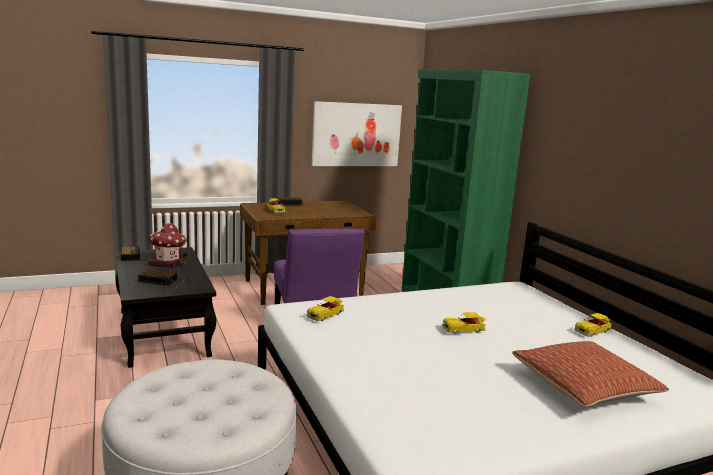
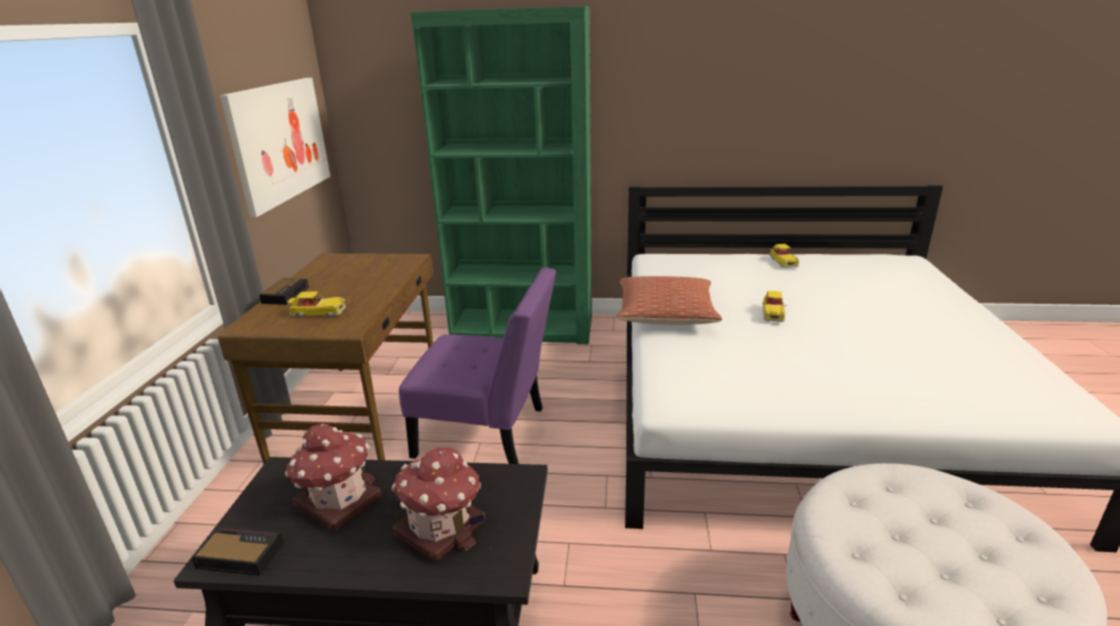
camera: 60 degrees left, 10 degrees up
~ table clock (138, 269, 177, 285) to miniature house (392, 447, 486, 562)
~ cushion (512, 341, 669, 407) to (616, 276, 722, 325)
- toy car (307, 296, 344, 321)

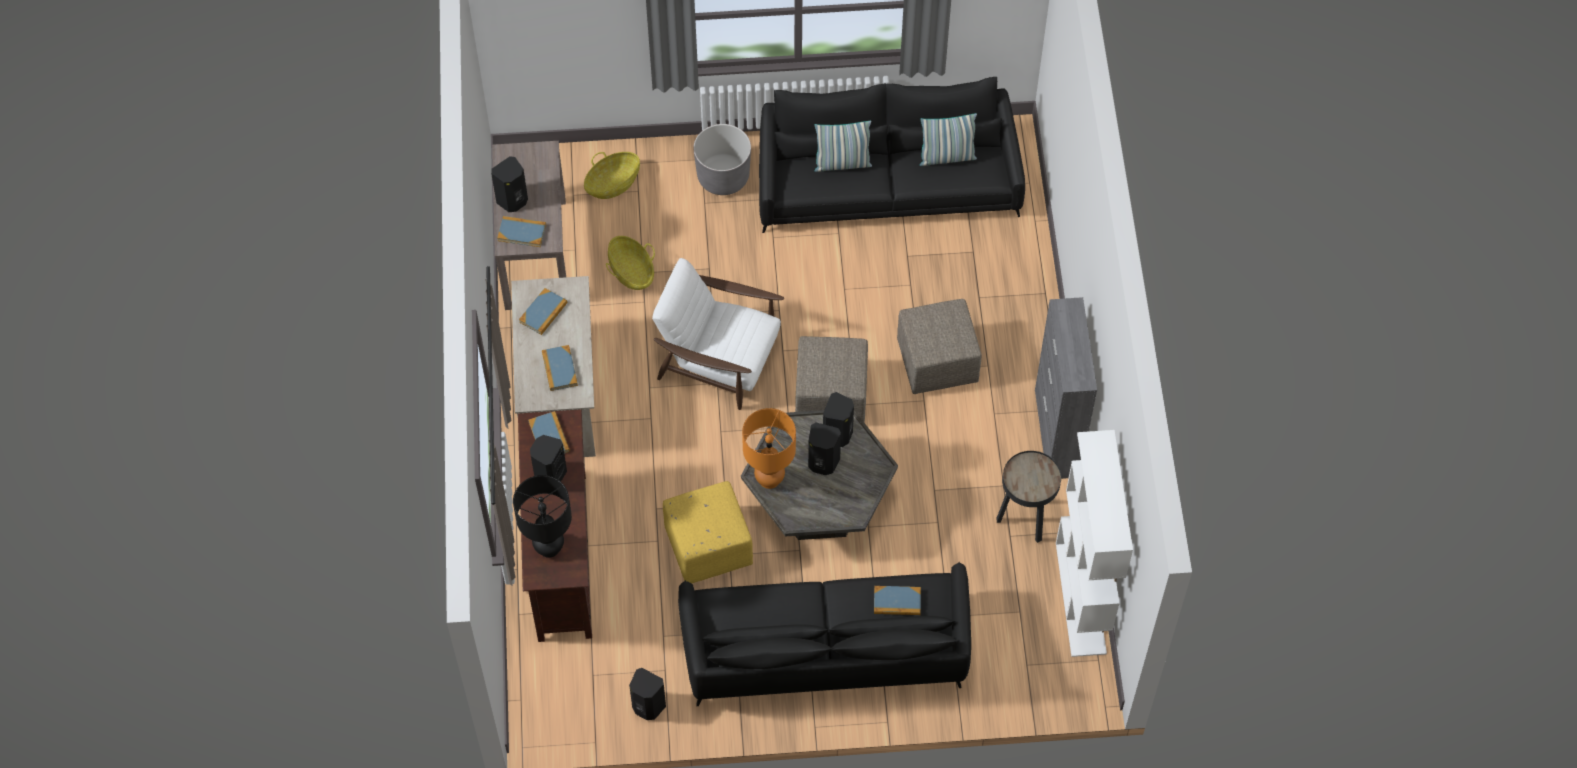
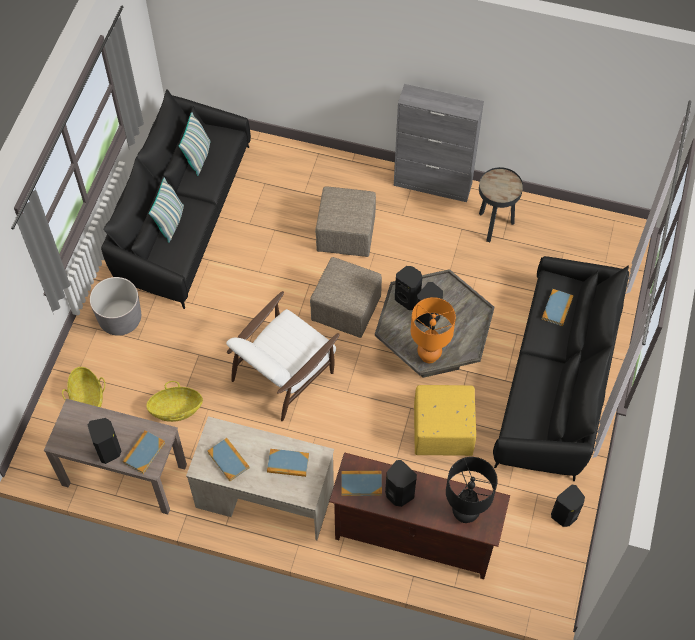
camera: 70 degrees left, 0 degrees up
- white shelving unit (1056, 430, 1133, 657)

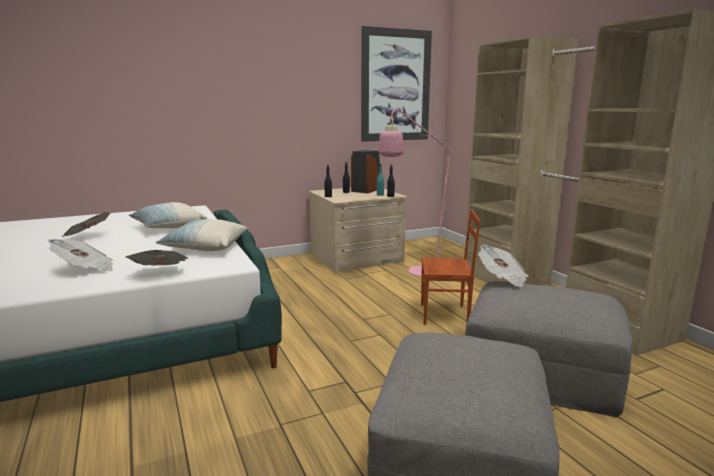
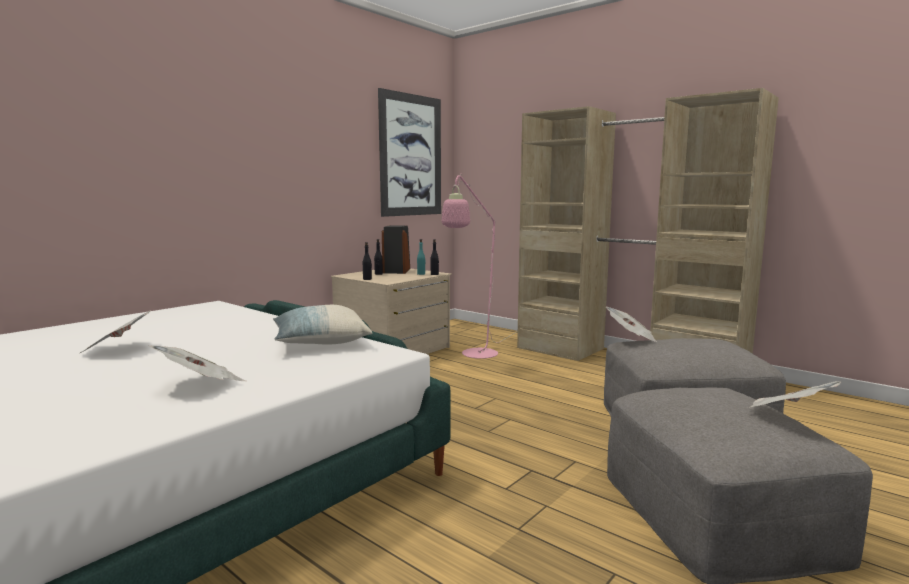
camera: 25 degrees left, 5 degrees down
~ newspaper (126, 250, 188, 266) to (749, 381, 841, 408)
- cushion (129, 202, 207, 228)
- brown upright chair (421, 209, 480, 325)

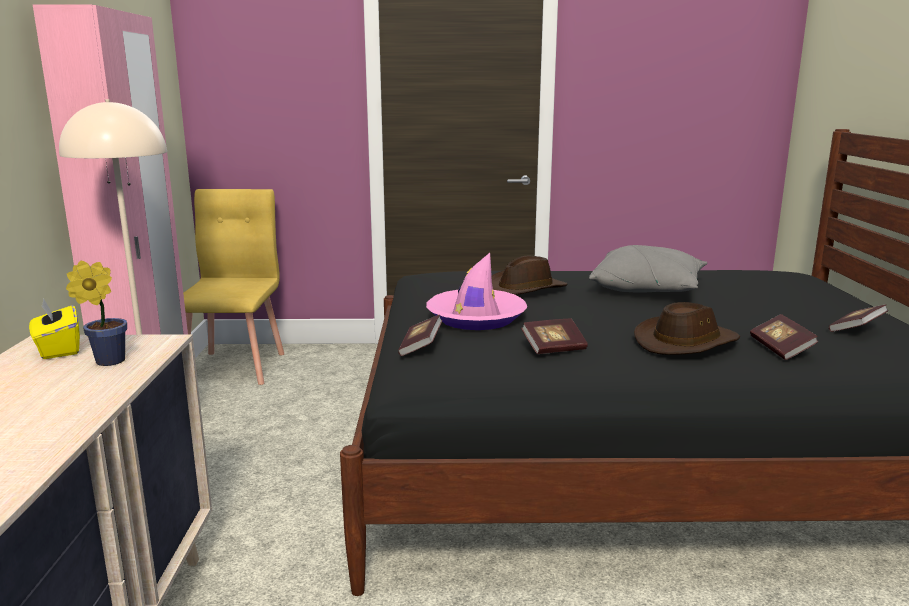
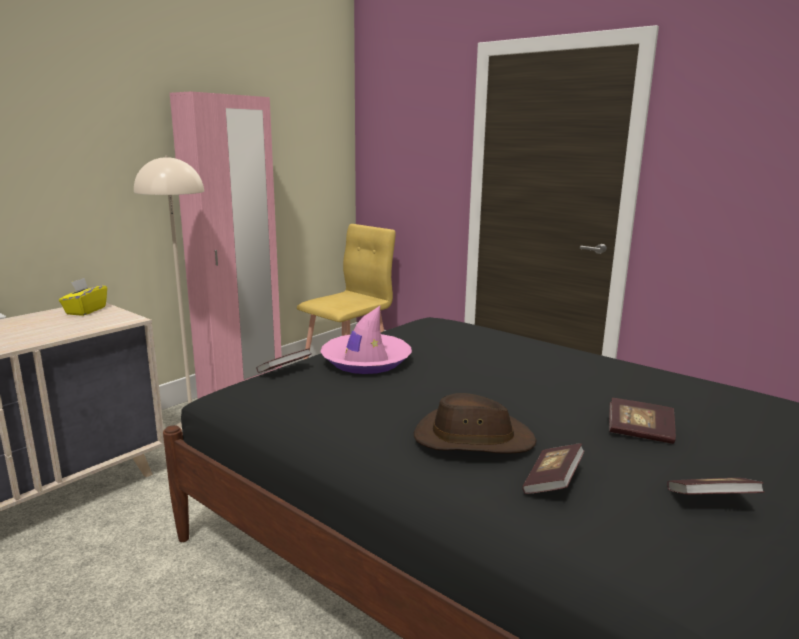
camera: 40 degrees right, 0 degrees up
~ volume (521, 319, 588, 354) to (609, 398, 676, 444)
- houseplant (66, 260, 127, 366)
- brown clothing hat (492, 256, 568, 295)
- grey cushion (589, 245, 707, 293)

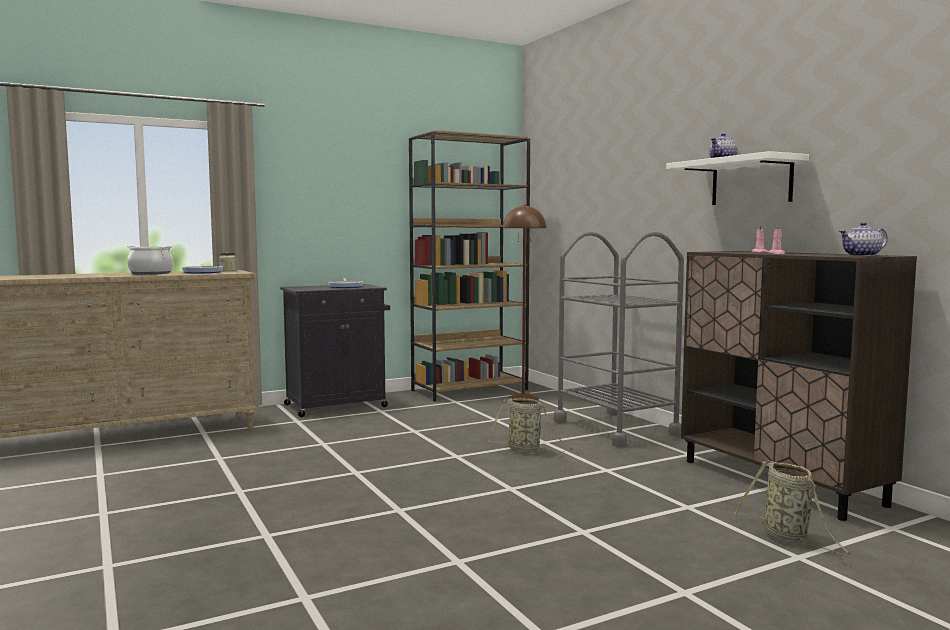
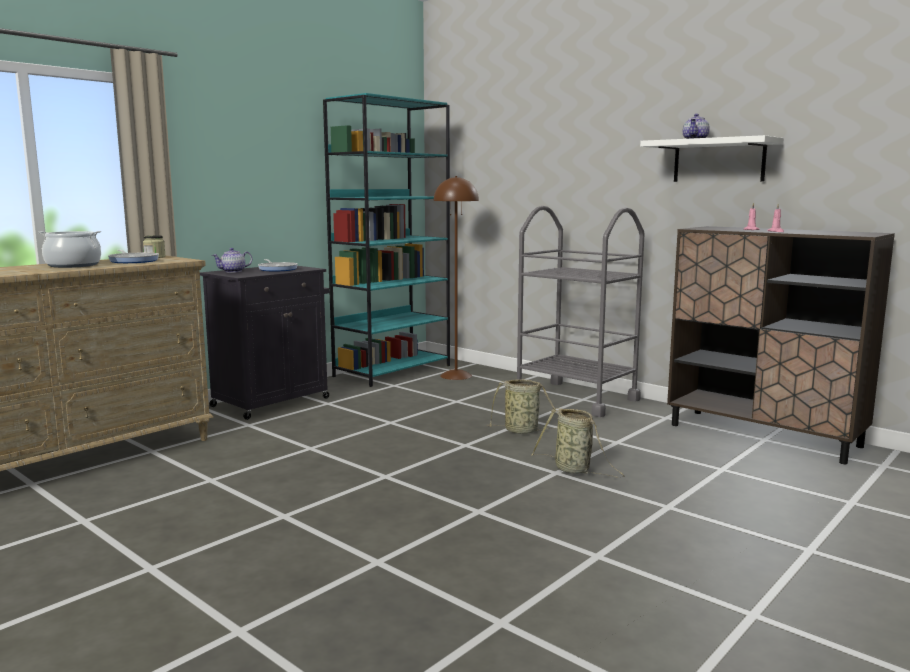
camera: 20 degrees left, 5 degrees up
~ tea pot (839, 222, 888, 256) to (212, 248, 252, 273)
~ brown shelving unit (409, 130, 530, 401) to blue-green shelving unit (323, 93, 450, 387)
~ basket (734, 460, 850, 555) to (531, 408, 625, 477)

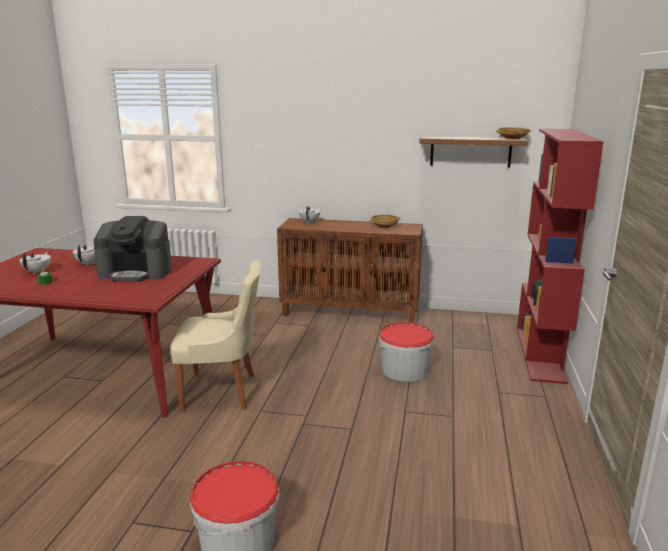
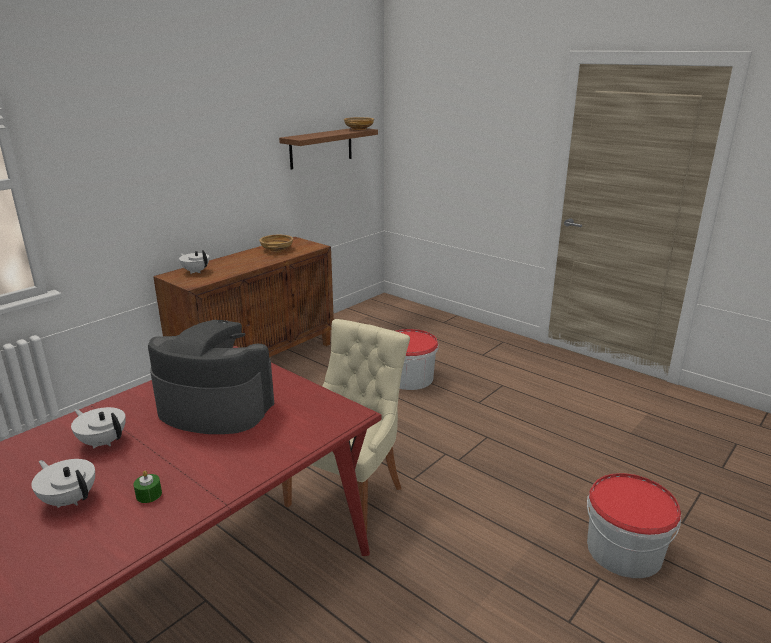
camera: 60 degrees left, 5 degrees up
~ coffee machine (94, 216, 172, 281) = (148, 320, 274, 434) 105 degrees counterclockwise
- red-coloured shelving unit (517, 129, 604, 384)

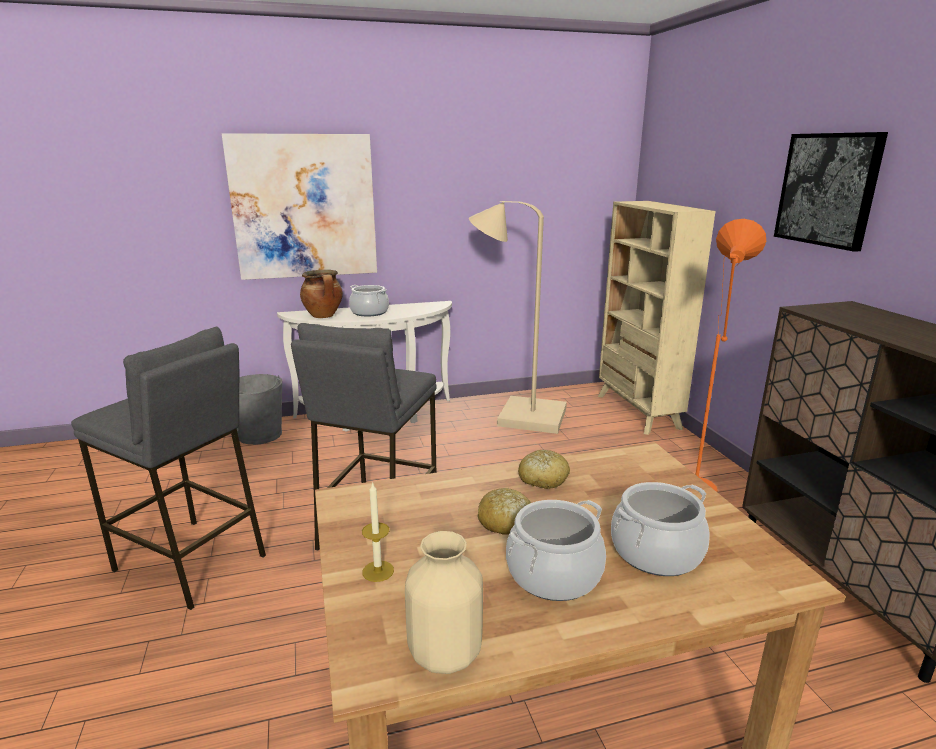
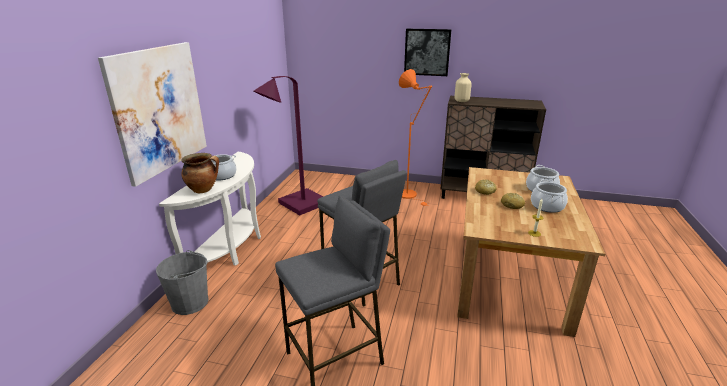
camera: 60 degrees left, 5 degrees up
~ beige-coloured floor lamp (469, 201, 567, 434) to purple floor lamp (253, 76, 324, 216)
~ beige-coloured flower vase (405, 531, 483, 674) to (454, 73, 472, 102)
- beige-coloured shelving unit (598, 201, 715, 435)

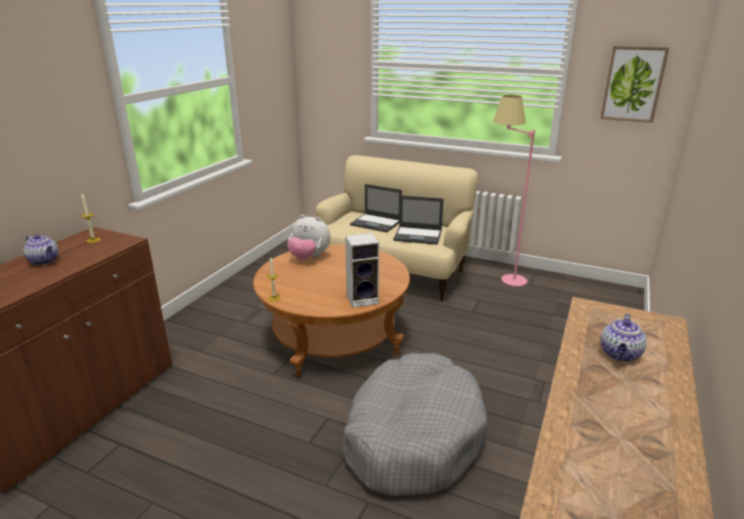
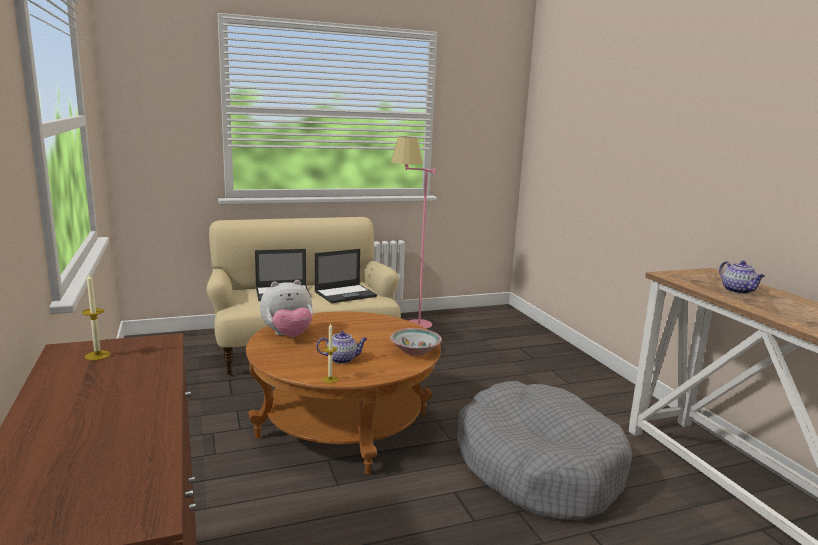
camera: 45 degrees left, 10 degrees down
~ tea pot (23, 234, 58, 265) to (316, 331, 367, 364)
~ speaker (345, 233, 379, 308) to serving bowl (390, 328, 442, 356)
- picture (600, 46, 669, 123)

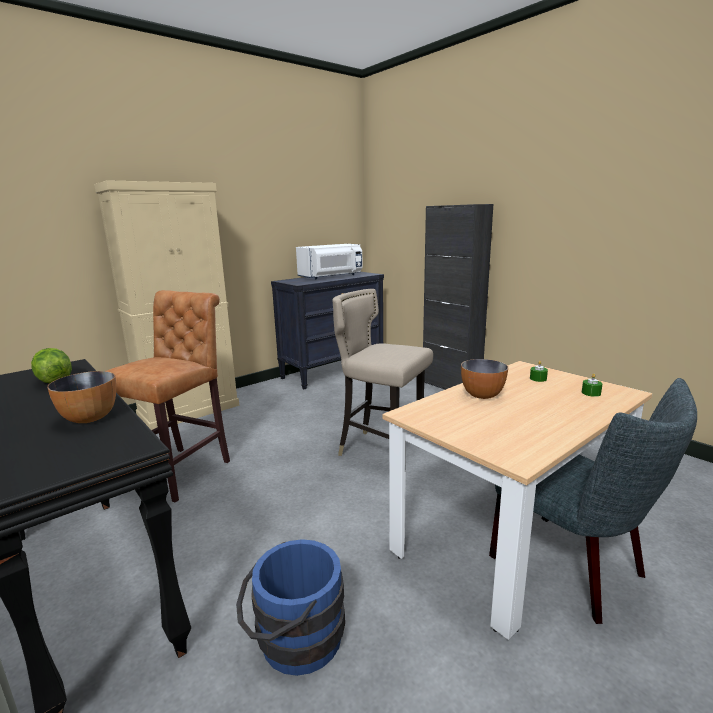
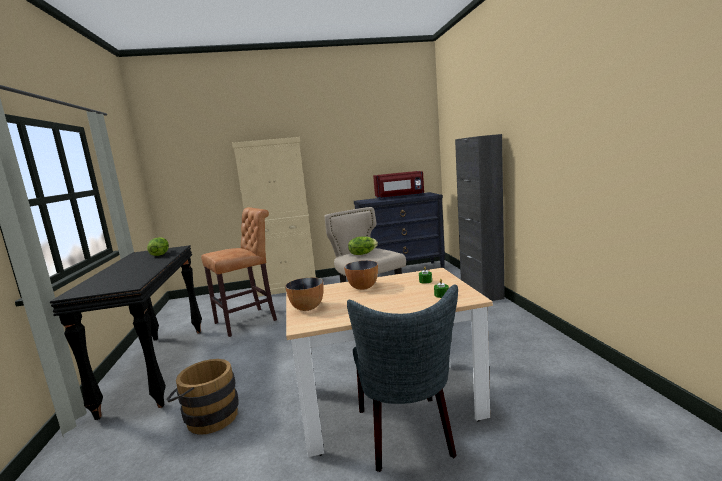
camera: 30 degrees right, 5 degrees down
~ bluish pail (236, 539, 345, 676) to brown pail (166, 359, 239, 435)
~ serving bowl (47, 371, 116, 423) to (285, 277, 324, 311)
+ lettuce head (348, 236, 378, 255)
~ white microwave (296, 244, 363, 279) to red-coloured microwave (373, 171, 424, 199)

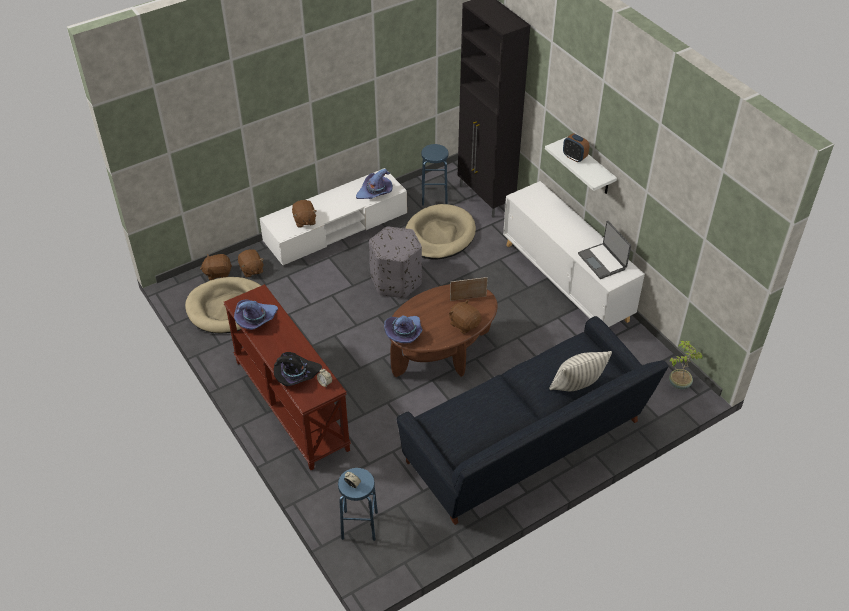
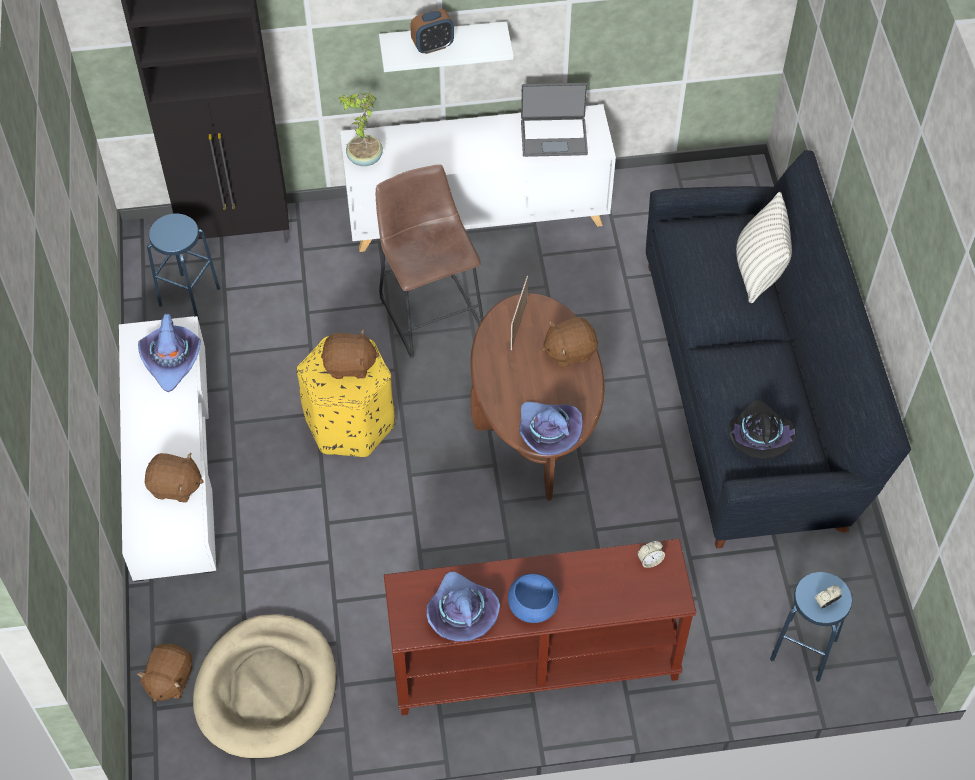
camera: 65 degrees left, 10 degrees up
~ grey footrest (369, 226, 422, 298) to yellow footrest (297, 336, 395, 457)
~ brown cuddly toy (238, 249, 264, 278) to (321, 329, 379, 379)
~ houseplant (669, 341, 703, 389) to (339, 93, 383, 166)
+ brown stool seat (376, 165, 483, 358)
+ bluish serving bowl (508, 574, 559, 623)
~ black-coloured clothing hat (274, 352, 322, 386) to (729, 400, 797, 459)
- beige-coloured dog bed (405, 204, 476, 259)

